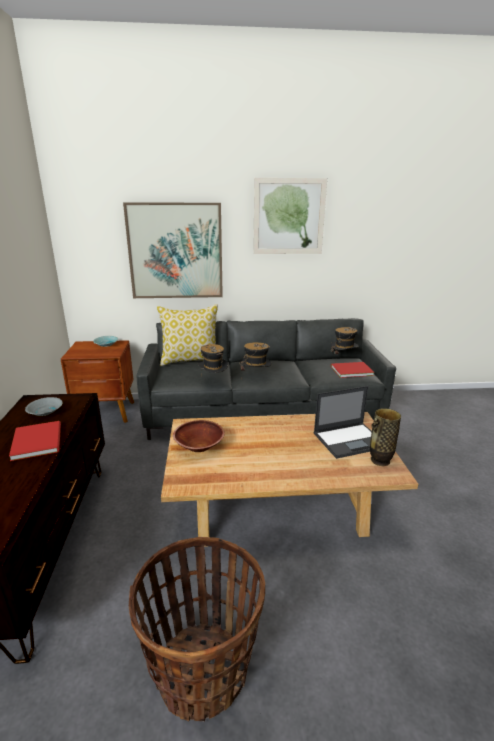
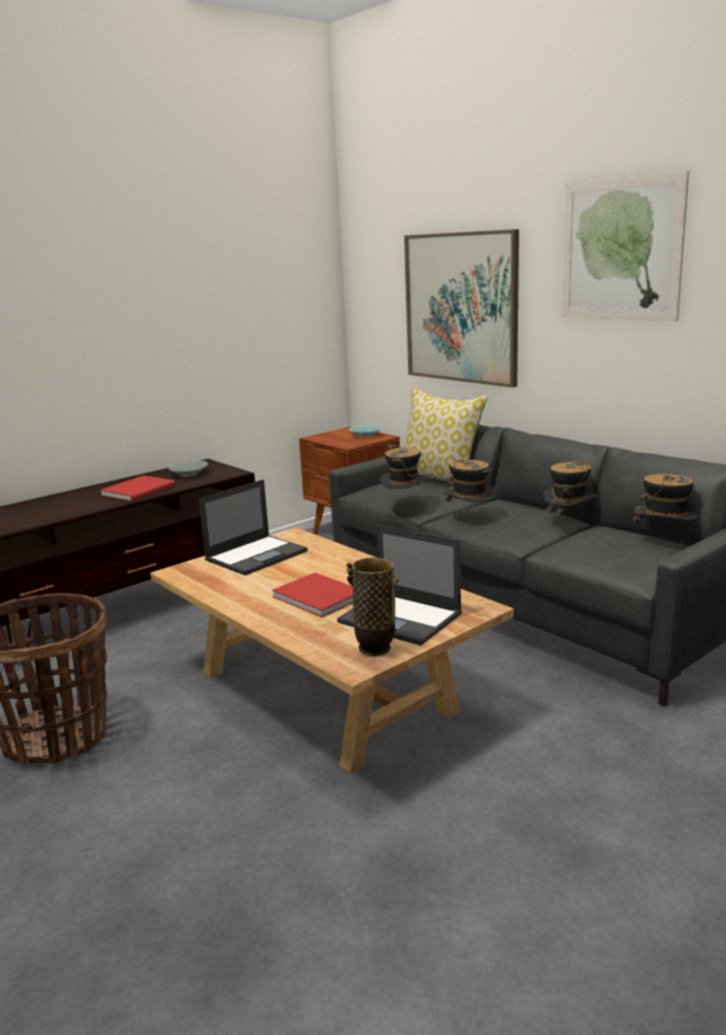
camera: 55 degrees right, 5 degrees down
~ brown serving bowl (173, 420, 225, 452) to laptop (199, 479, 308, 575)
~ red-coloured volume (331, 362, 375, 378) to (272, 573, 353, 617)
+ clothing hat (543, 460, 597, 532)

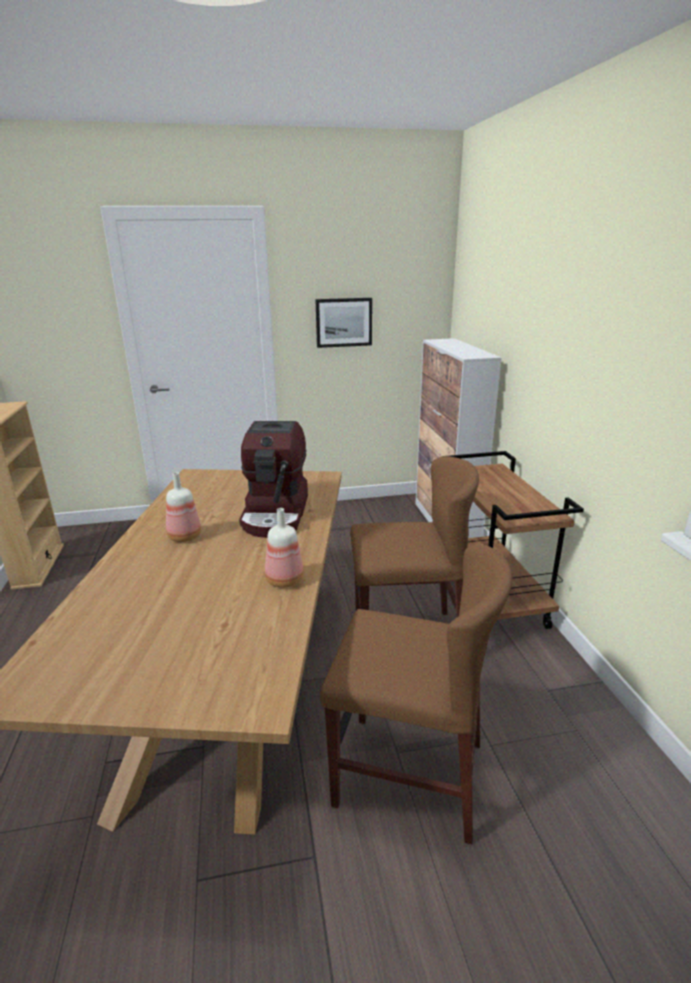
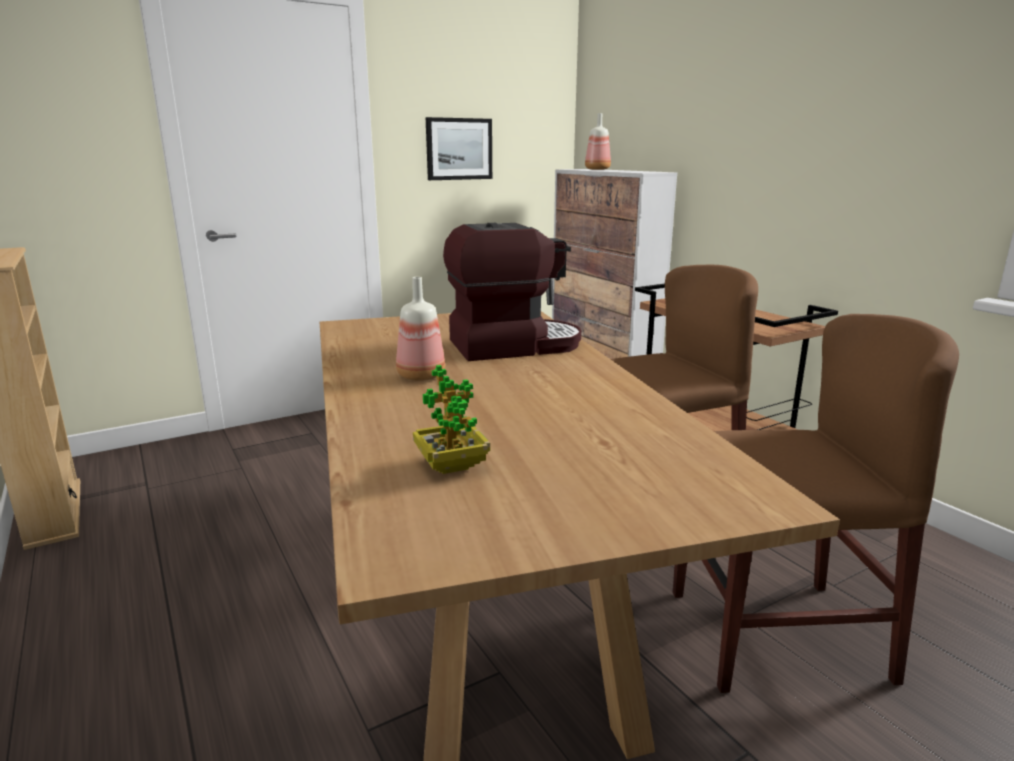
camera: 20 degrees left, 5 degrees down
+ houseplant (413, 365, 490, 474)
~ coffee machine (239, 421, 308, 538) = (443, 223, 581, 361) 90 degrees counterclockwise
~ beverage bottle (265, 508, 304, 588) to (585, 113, 611, 170)

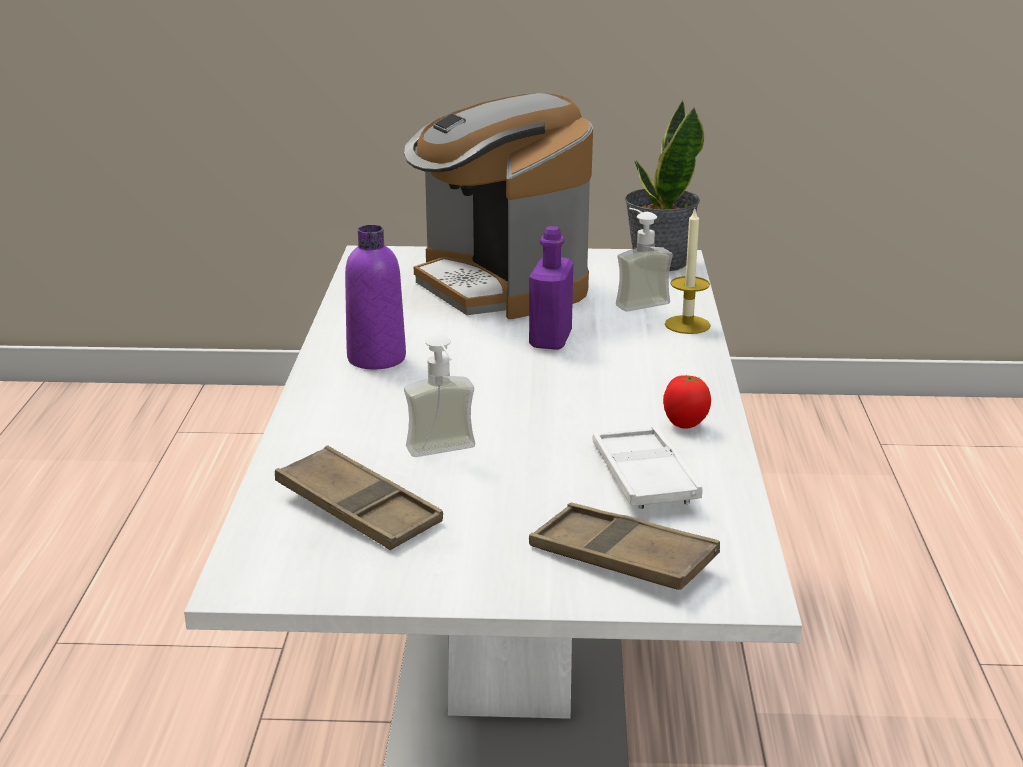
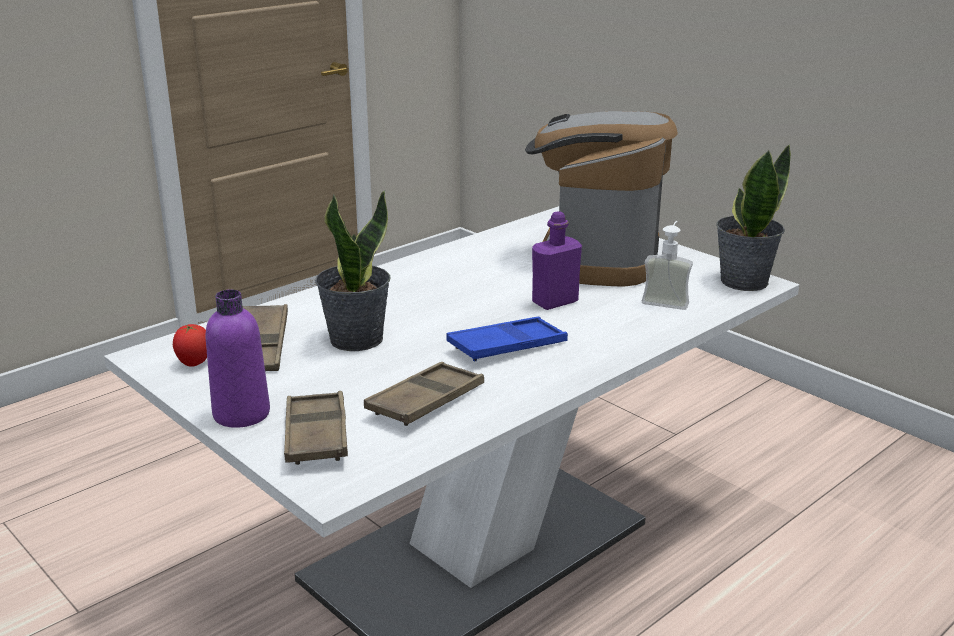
camera: 45 degrees right, 0 degrees up
~ fresh tomato (663, 375, 711, 429) to (173, 324, 207, 367)
~ purple beverage bottle (345, 225, 406, 369) to (206, 289, 270, 428)
~ soap bottle (404, 335, 475, 457) to houseplant (315, 190, 391, 351)
~ white carrying tray (593, 426, 702, 509) to brown carrying tray (364, 362, 484, 426)
+ bluish carrying tray (446, 317, 568, 361)
- wax candle (665, 209, 711, 334)

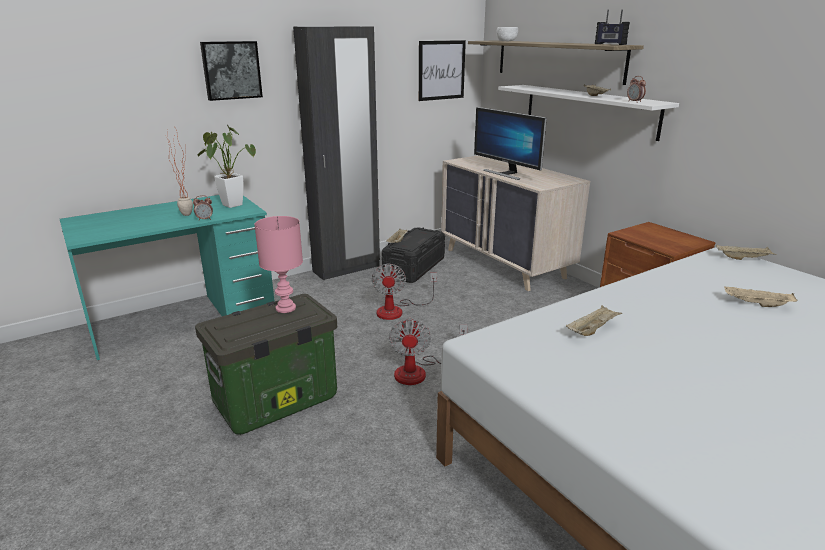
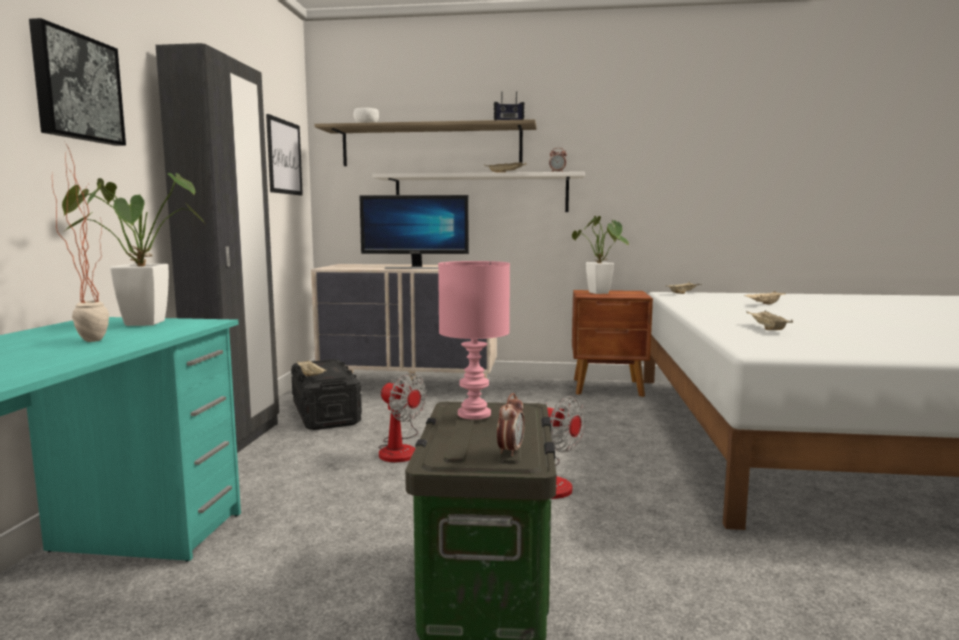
camera: 50 degrees left, 15 degrees down
~ table clock (193, 195, 213, 221) to (497, 393, 525, 456)
+ houseplant (572, 216, 629, 294)

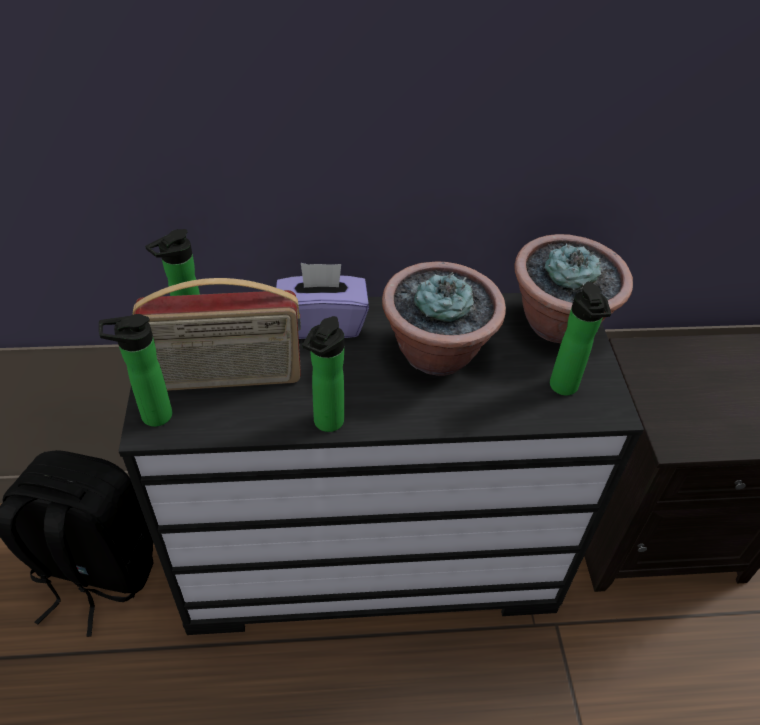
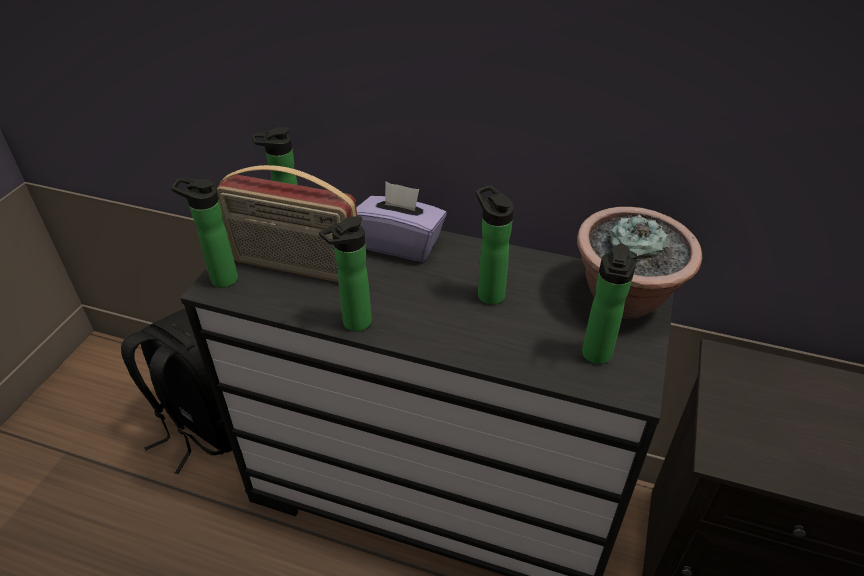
camera: 25 degrees right, 5 degrees down
~ houseplant (382, 262, 506, 376) to beverage bottle (476, 185, 514, 305)

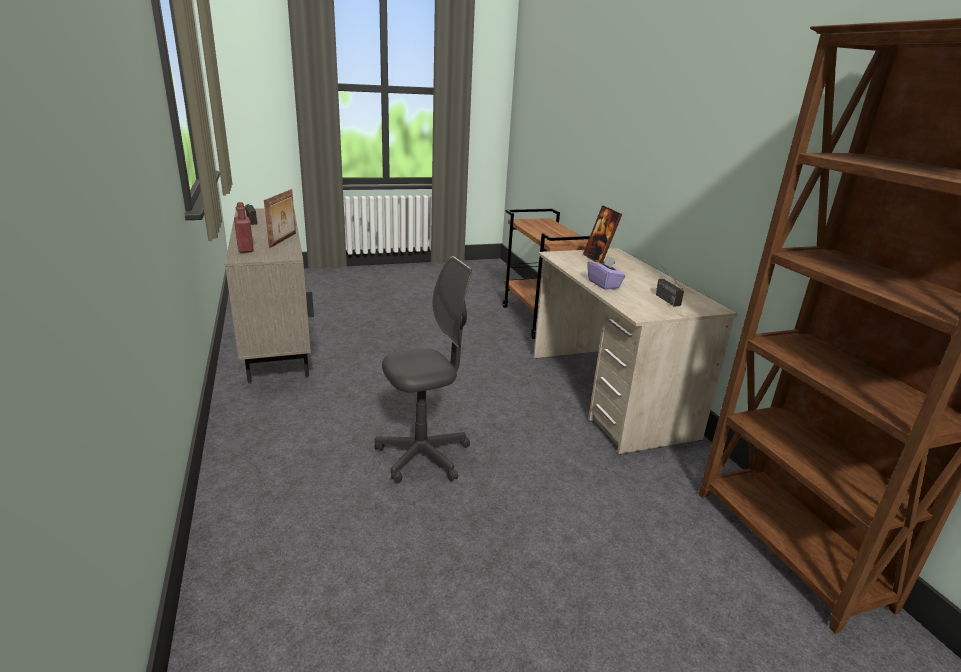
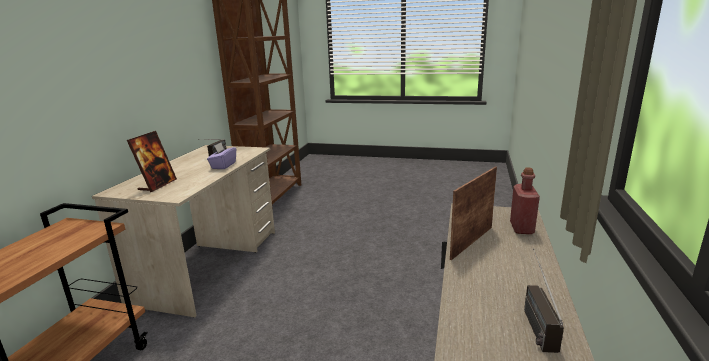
camera: 145 degrees left, 5 degrees down
- grey computer chair (375, 256, 472, 483)

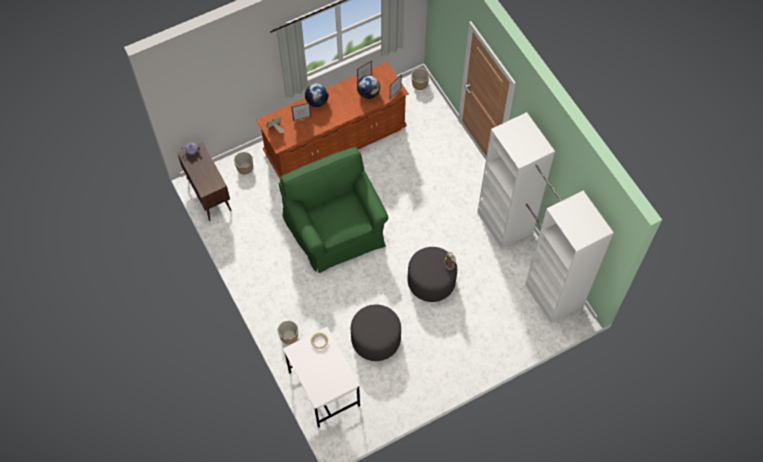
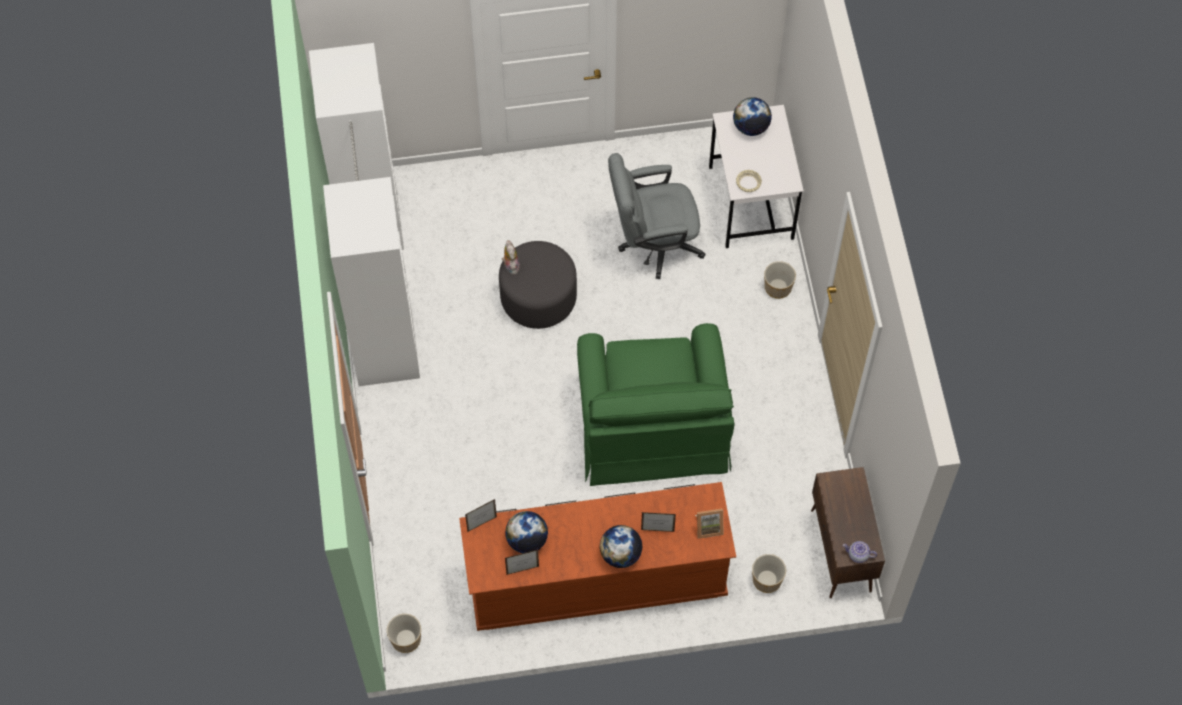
camera: 160 degrees left, 0 degrees up
~ grey footrest (351, 305, 401, 361) to grey computer chair (608, 153, 706, 279)
+ globe (733, 97, 772, 136)

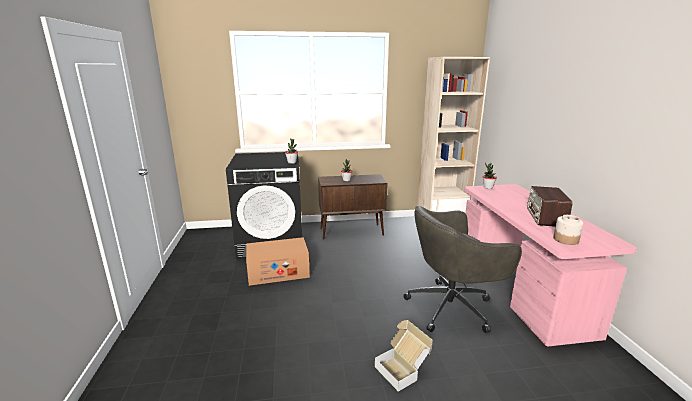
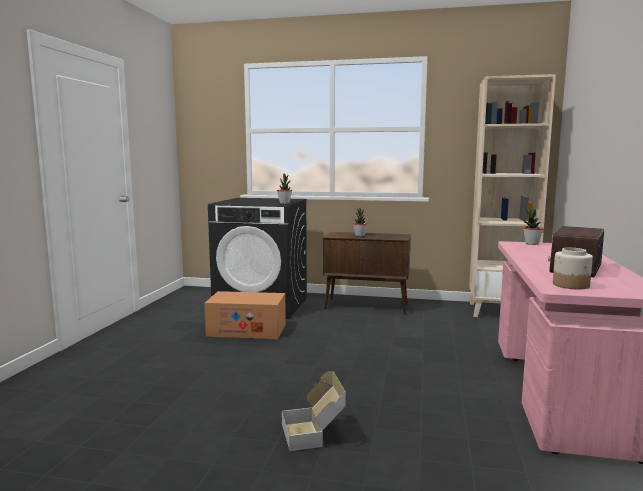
camera: 20 degrees right, 10 degrees down
- grey computer chair (403, 206, 522, 333)

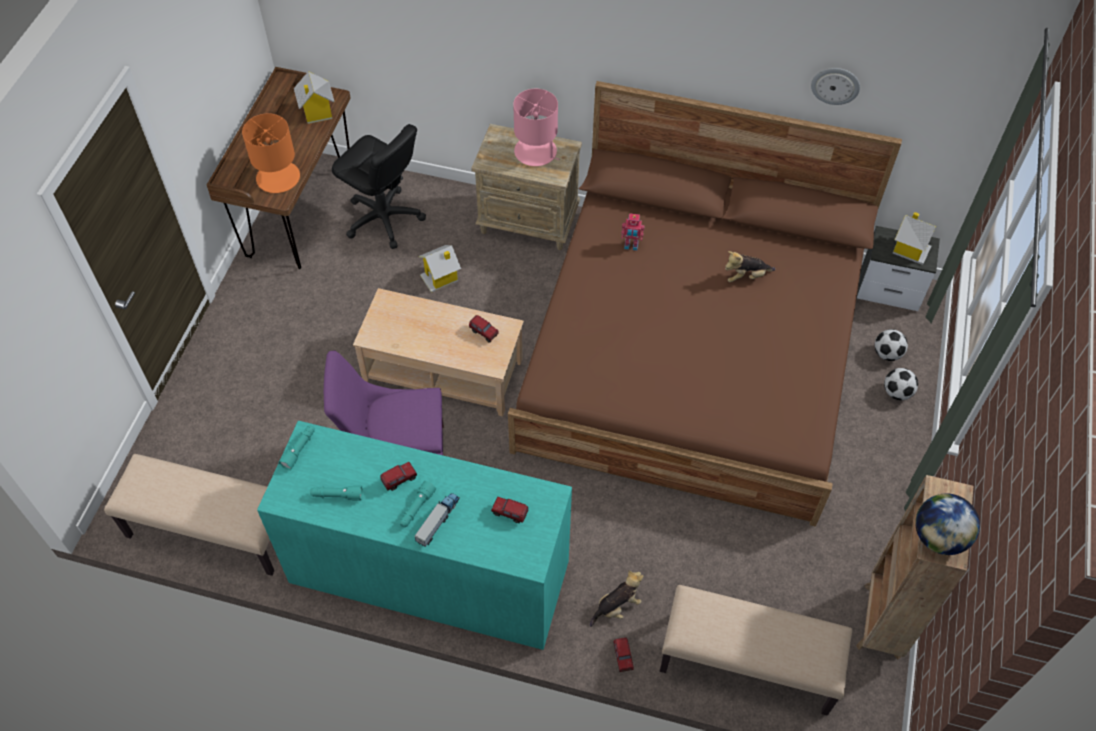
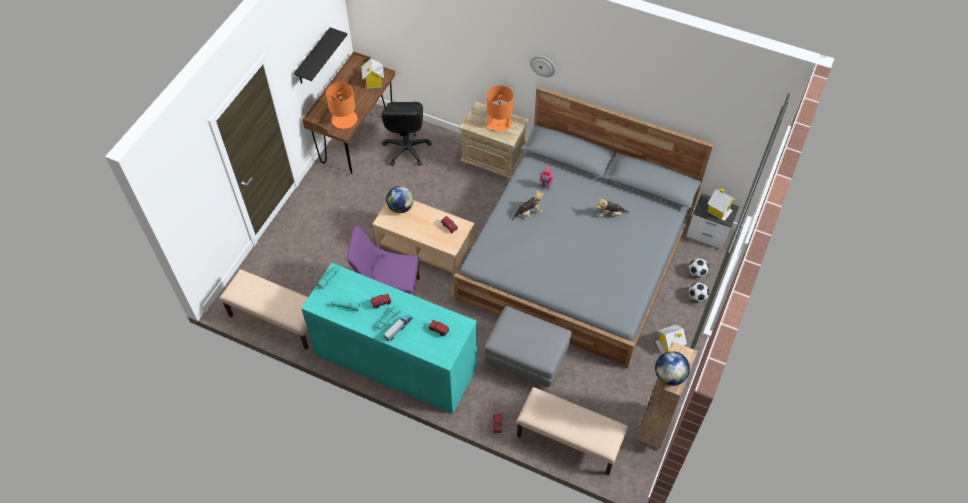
camera: 10 degrees right, 0 degrees up
+ black-coloured shelf (293, 27, 348, 84)
~ black-coloured computer chair (332, 124, 426, 249) = (381, 102, 432, 166) 45 degrees clockwise
+ globe (386, 186, 414, 213)
~ brown bed (508, 81, 902, 527) to grey bed (454, 86, 714, 369)
+ grey footrest (484, 306, 572, 390)
~ pink-coloured table lamp (513, 89, 559, 166) to orangey table lamp (486, 85, 514, 131)
~ cuddly toy (590, 570, 643, 627) to (512, 190, 544, 220)
~ wall clock (811, 68, 860, 105) to (530, 56, 556, 77)
~ miniature house (419, 245, 461, 293) to (655, 325, 687, 354)

